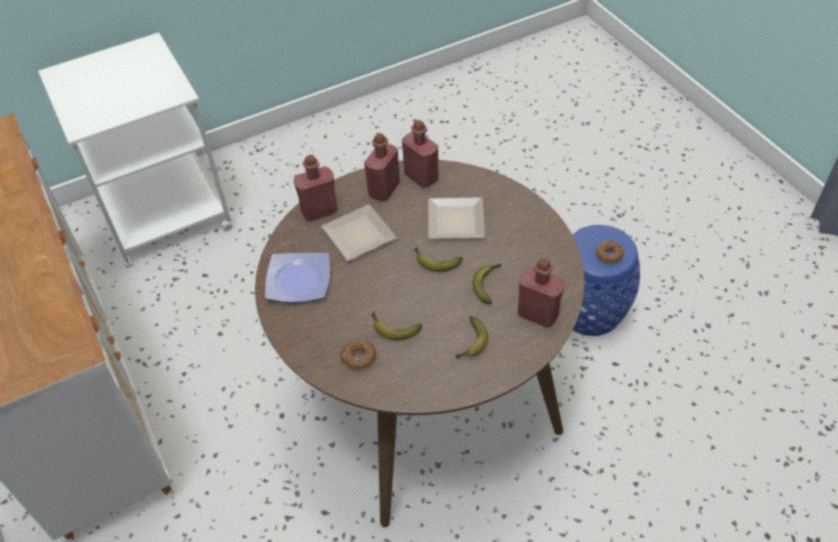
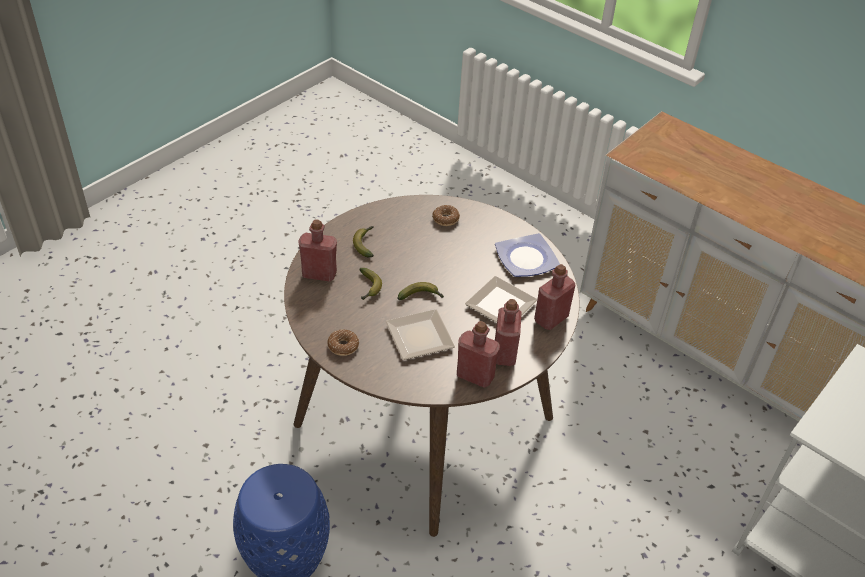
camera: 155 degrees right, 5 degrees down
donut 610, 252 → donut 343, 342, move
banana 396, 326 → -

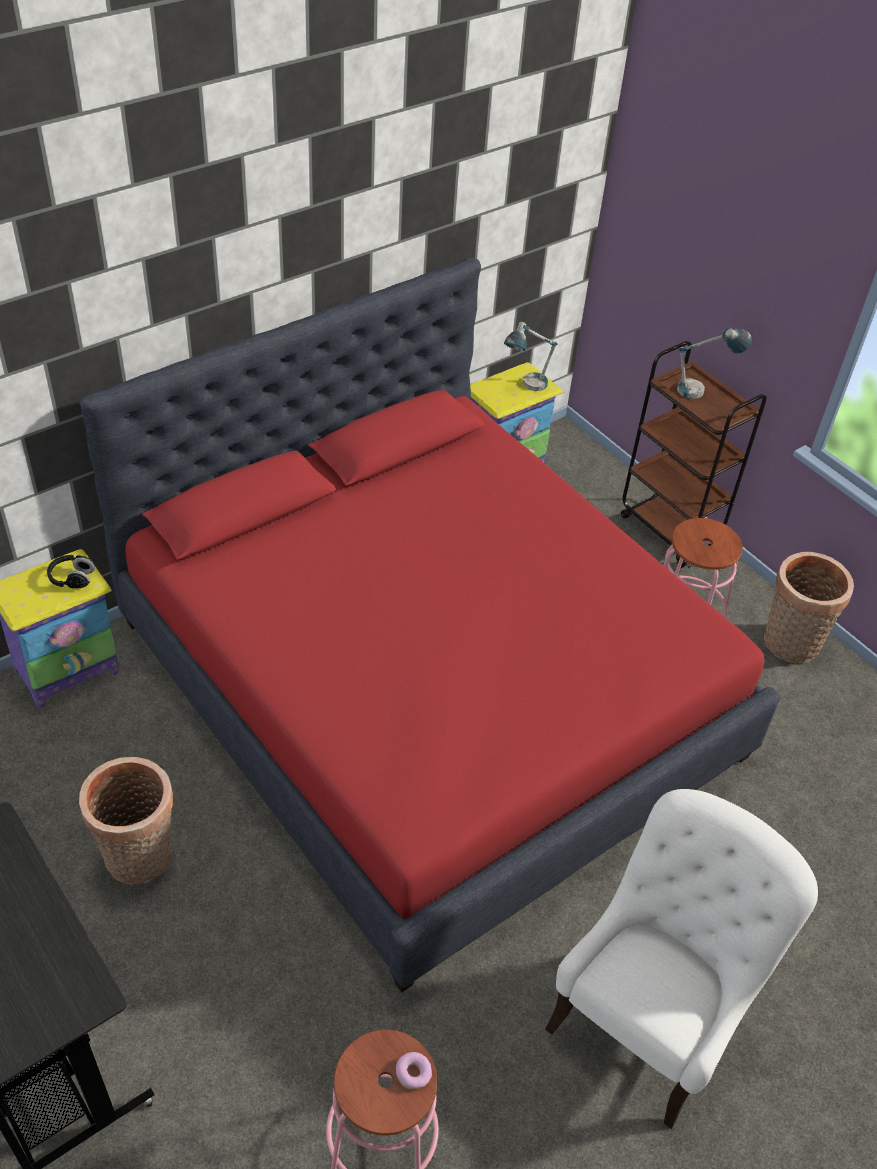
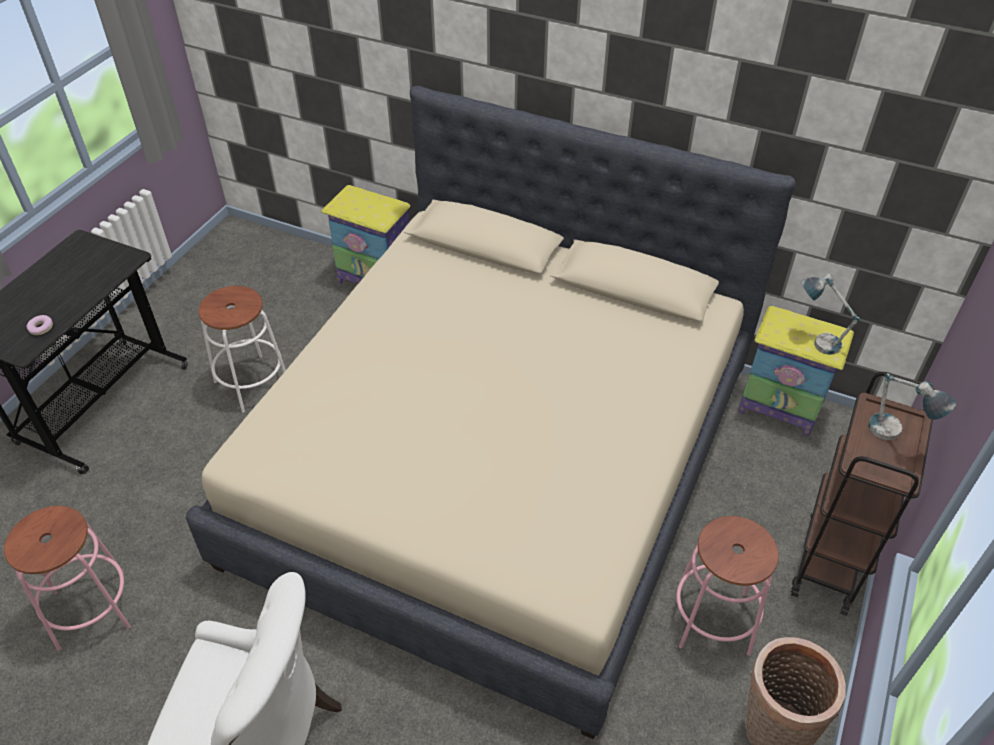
camera: 65 degrees right, 0 degrees up
donut 414, 1070 → donut 39, 325, move
red bed 430, 625 → beige-coloured bed 491, 412
basket 126, 820 → white-coloured sitting stool 242, 349
black pair of headphones 71, 571 → -

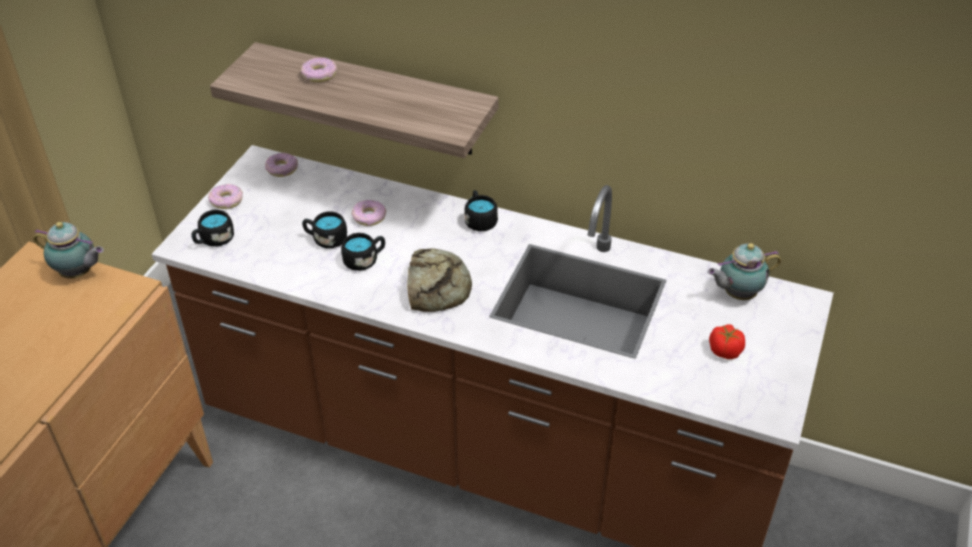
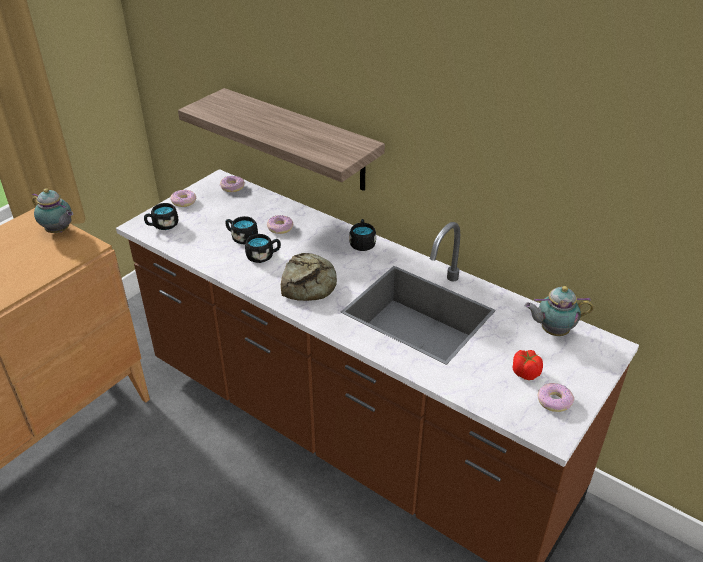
camera: 15 degrees right, 5 degrees down
donut 319, 69 → donut 555, 397, move

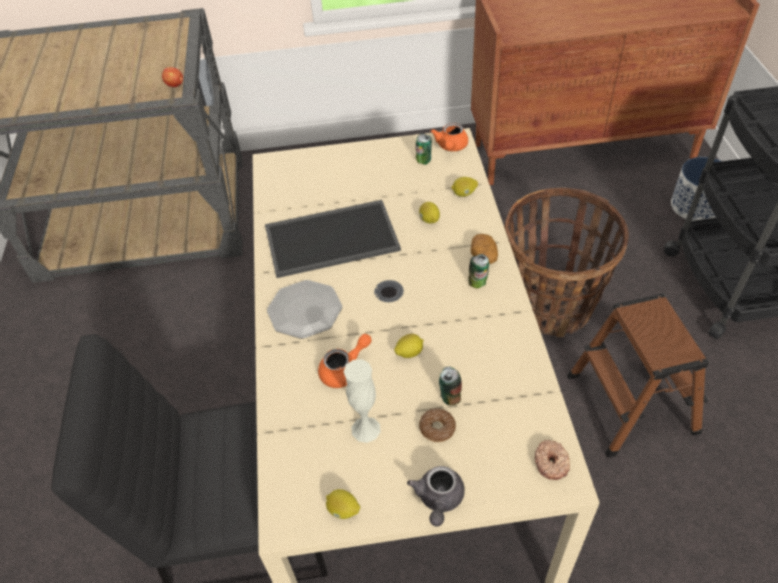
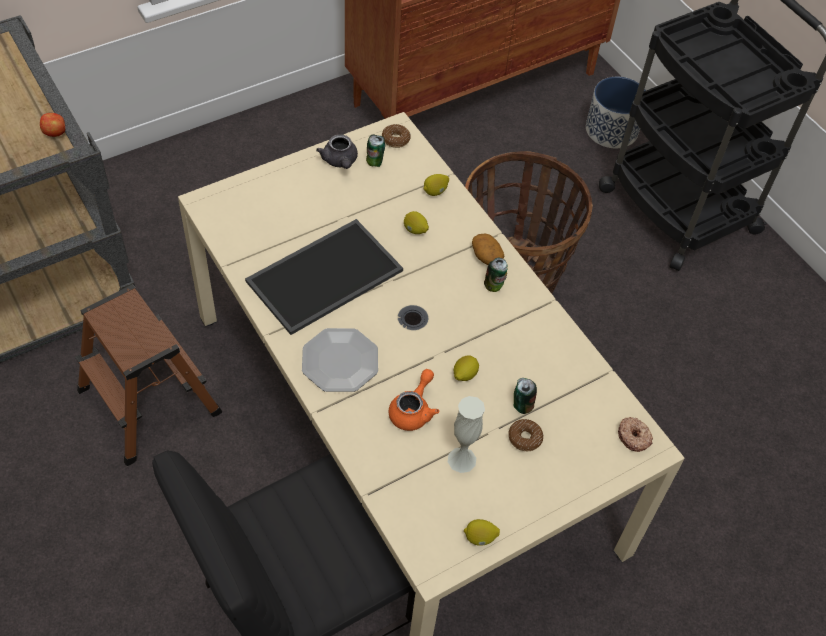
camera: 30 degrees left, 5 degrees up
brown stepladder 638, 375 → brown stepladder 148, 375, move
greyish pot for tea 436, 496 → greyish pot for tea 337, 151, move
orangey pot for tea 449, 137 → donut 396, 136

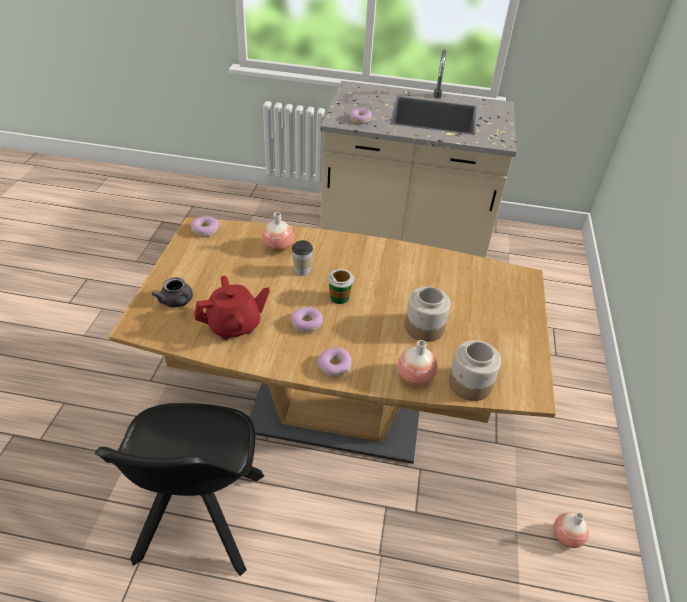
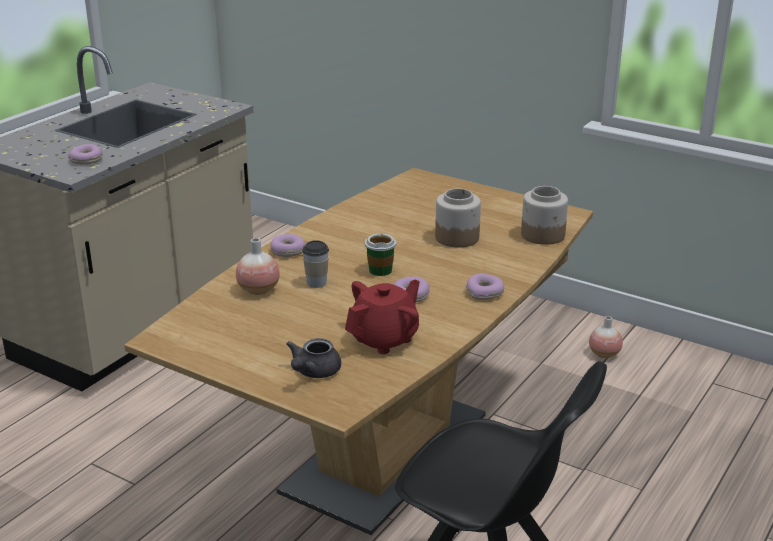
camera: 65 degrees left, 15 degrees down
donut 205, 226 → donut 288, 245, move
greyish pot for tea 172, 292 → greyish pot for tea 313, 358, 120 degrees clockwise
red pot for tea 232, 308 → red pot for tea 382, 316, 45 degrees clockwise
flower vase 417, 363 → -

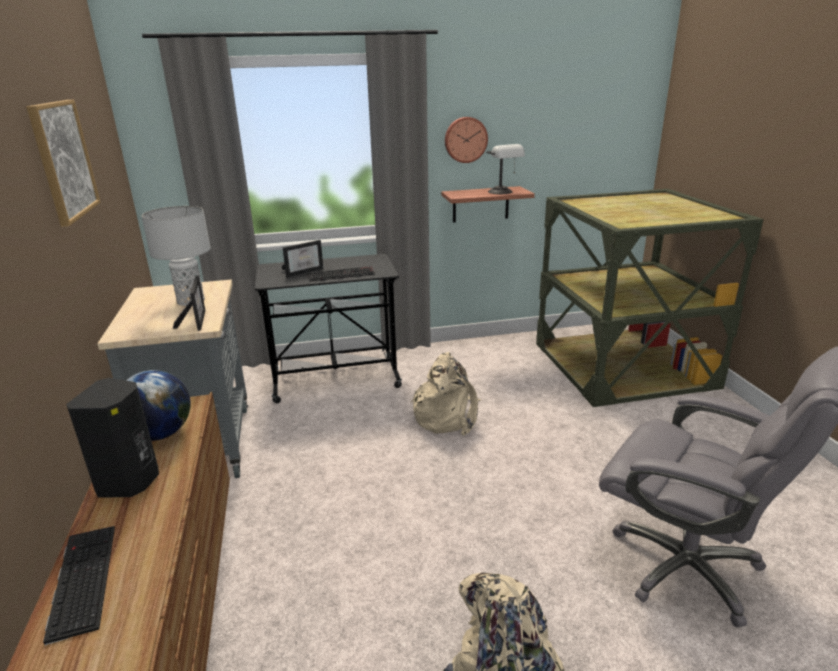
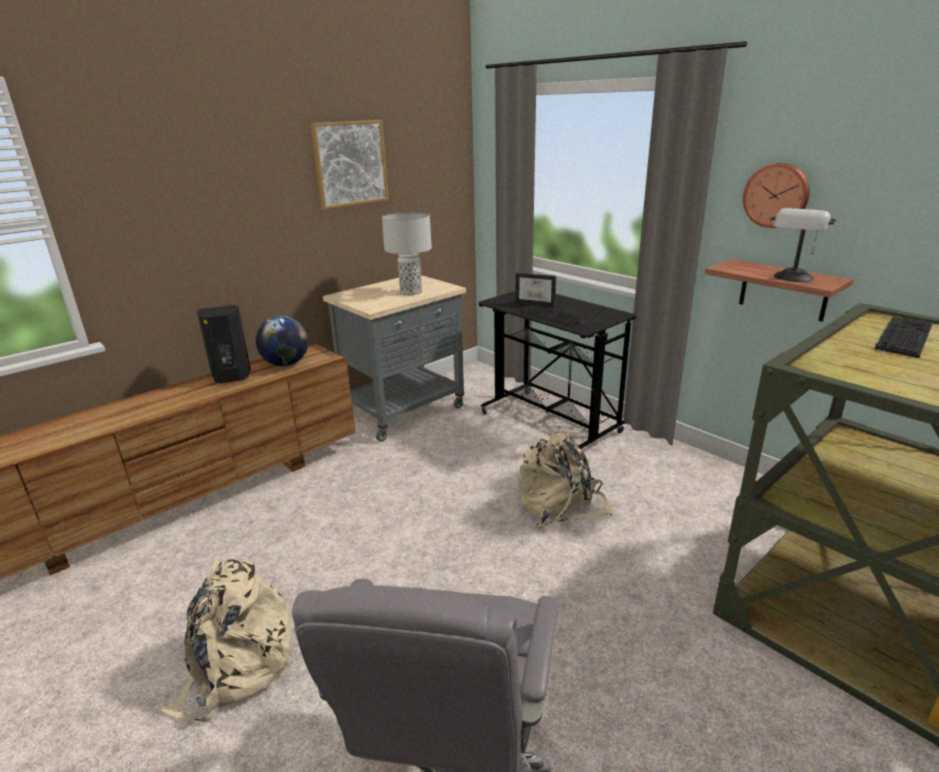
camera: 60 degrees right, 0 degrees up
PC keyboard 79, 585 → PC keyboard 904, 337, move
standing frame 189, 303 → -

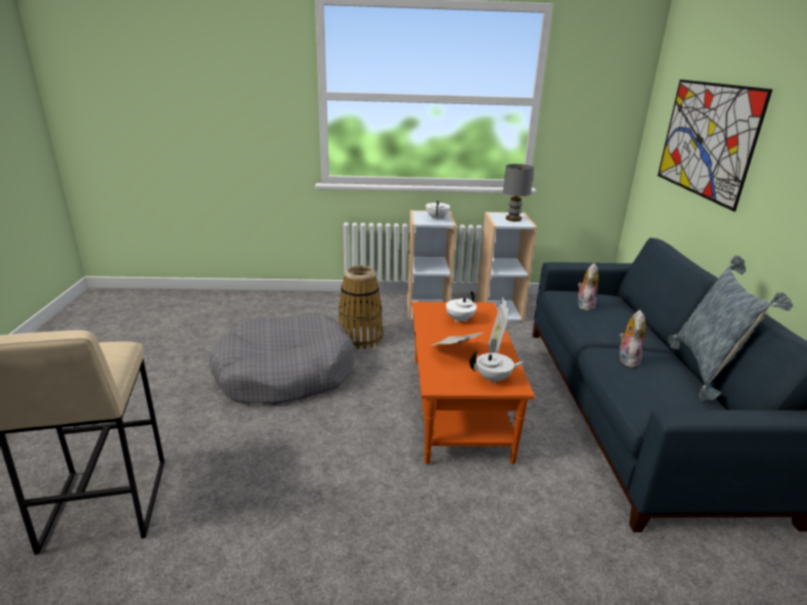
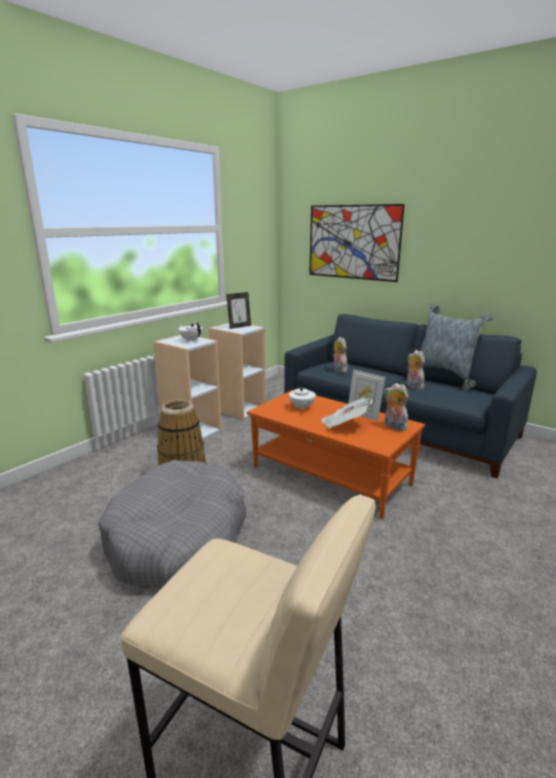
camera: 50 degrees left, 5 degrees down
greyish lamp for a table 518, 192 → standing frame 238, 310
white-coloured pot for tea 496, 368 → plush toy 396, 407

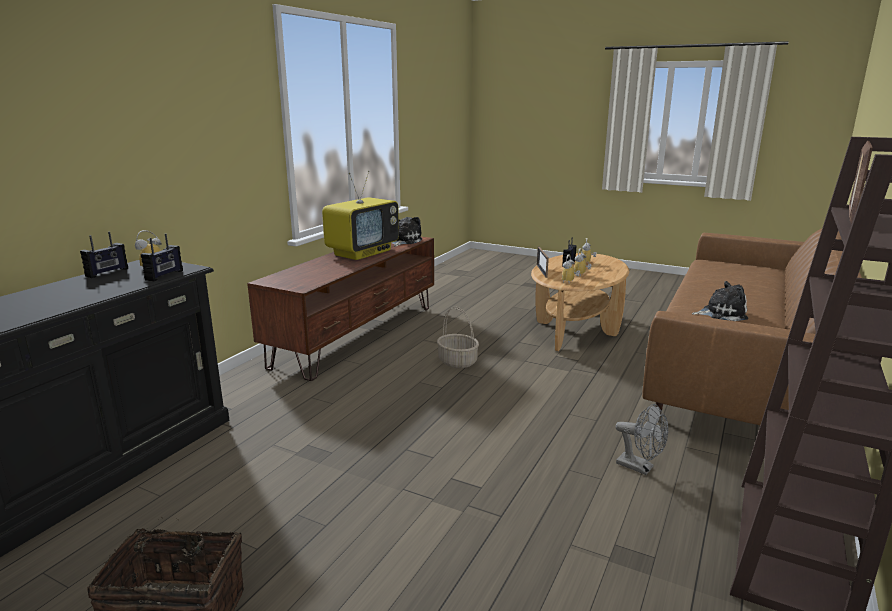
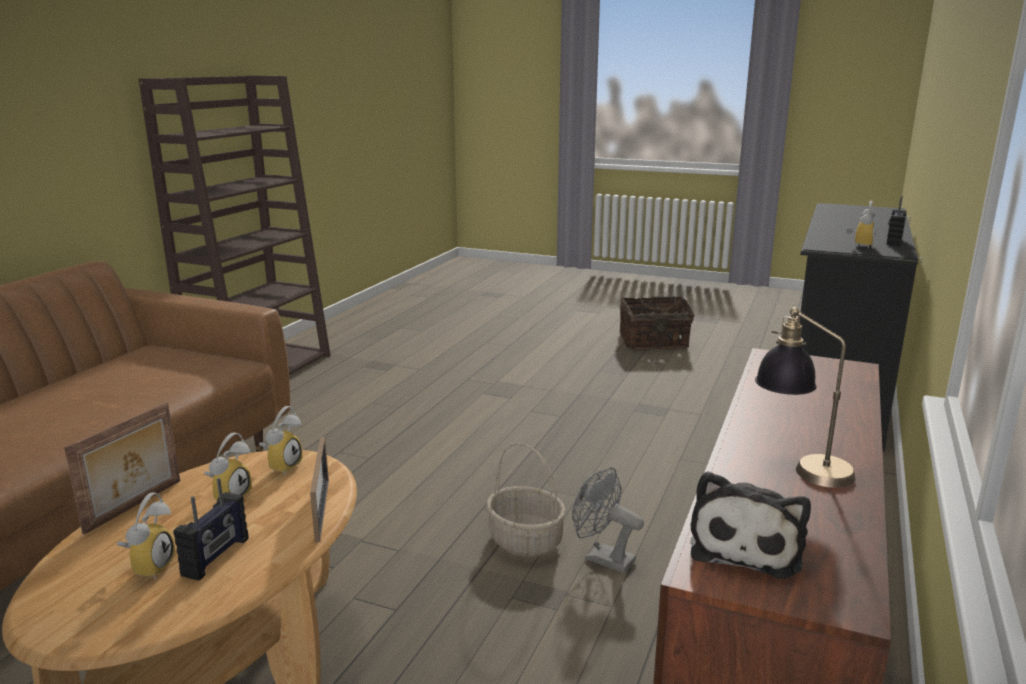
camera: 175 degrees right, 0 degrees up
standing frame 861, 183 → standing frame 122, 468, move
greyish electric fan 641, 439 → greyish electric fan 608, 520, move
television 360, 215 → lamp for a table 805, 397
radio set 162, 257 → -
plush toy 720, 301 → -

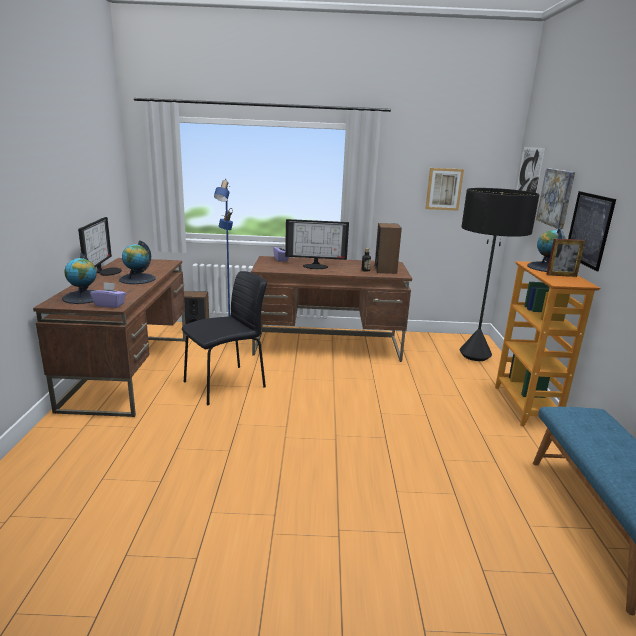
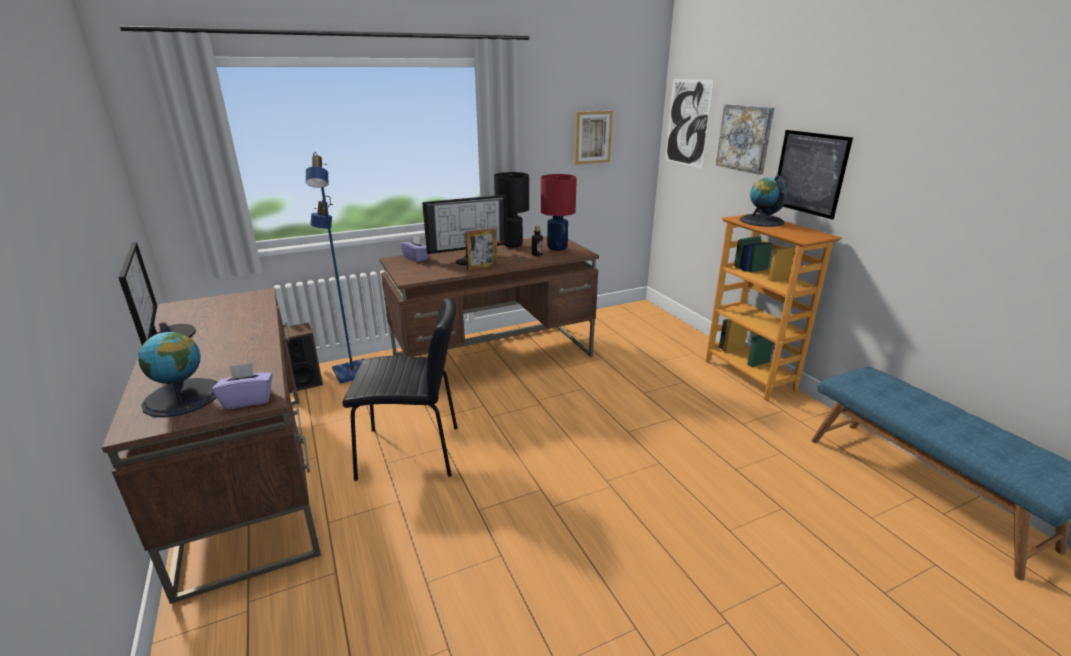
camera: 25 degrees left, 5 degrees up
black chair 224, 338 → black chair 400, 389, 60 degrees clockwise
standing frame 566, 258 → standing frame 481, 249, move
- → black lamp for a table 511, 210
audio speaker 388, 248 → red lamp for a table 559, 212
globe 137, 262 → -
black floor lamp 499, 274 → -

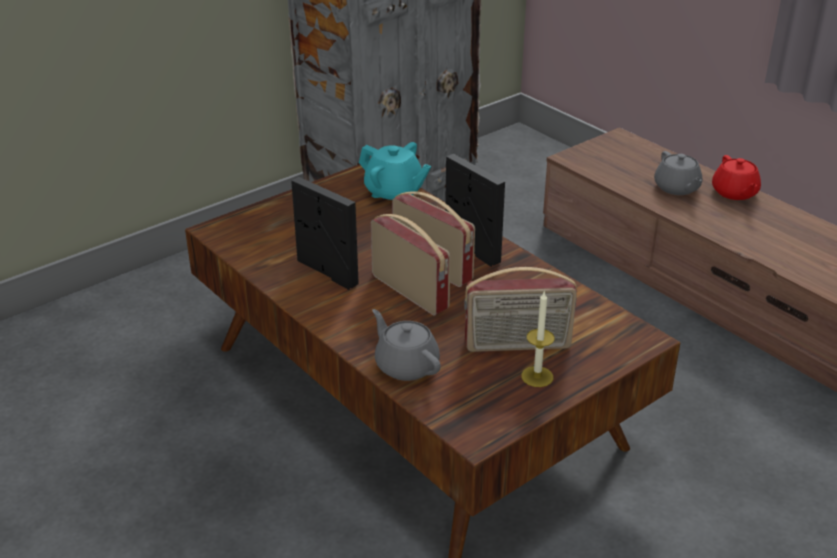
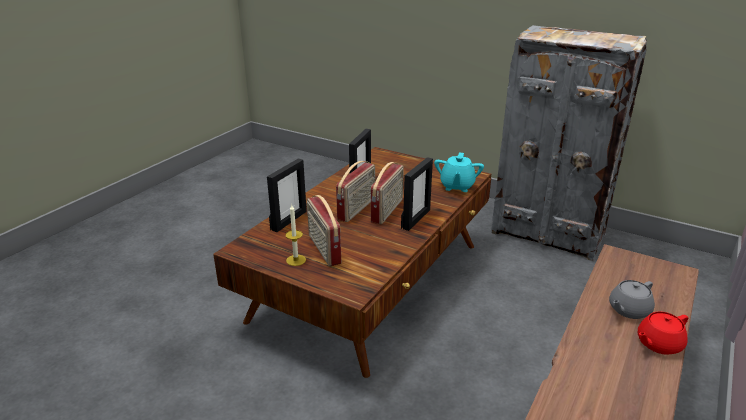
camera: 70 degrees right, 5 degrees down
greyish pot for tea 406, 345 → standing frame 287, 195

